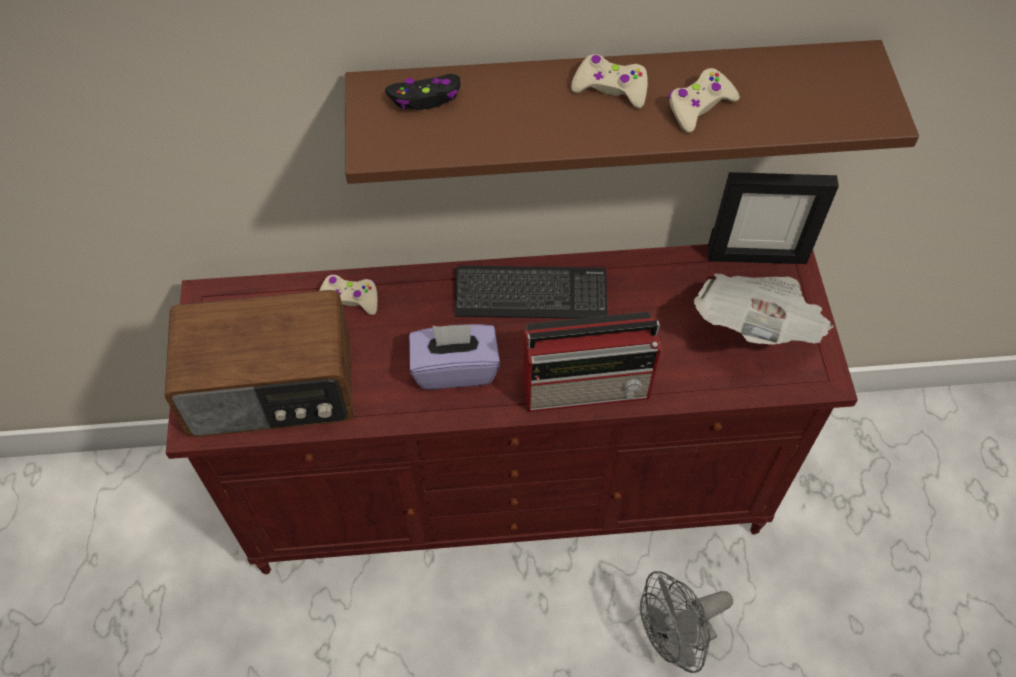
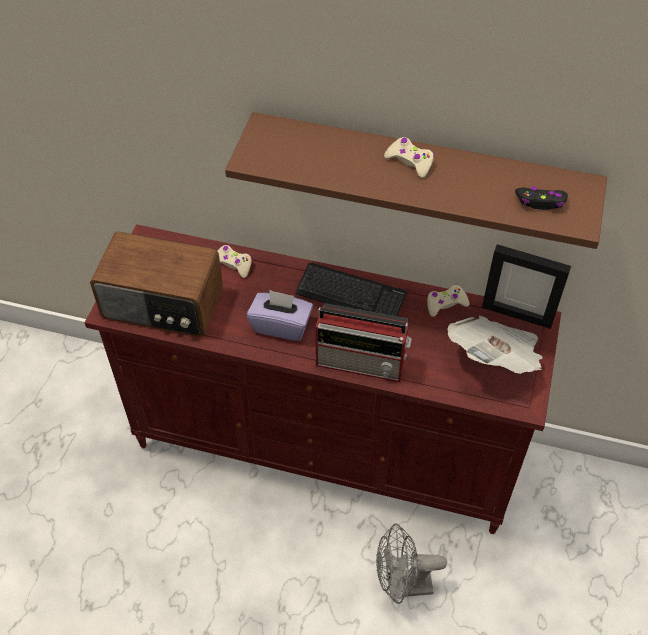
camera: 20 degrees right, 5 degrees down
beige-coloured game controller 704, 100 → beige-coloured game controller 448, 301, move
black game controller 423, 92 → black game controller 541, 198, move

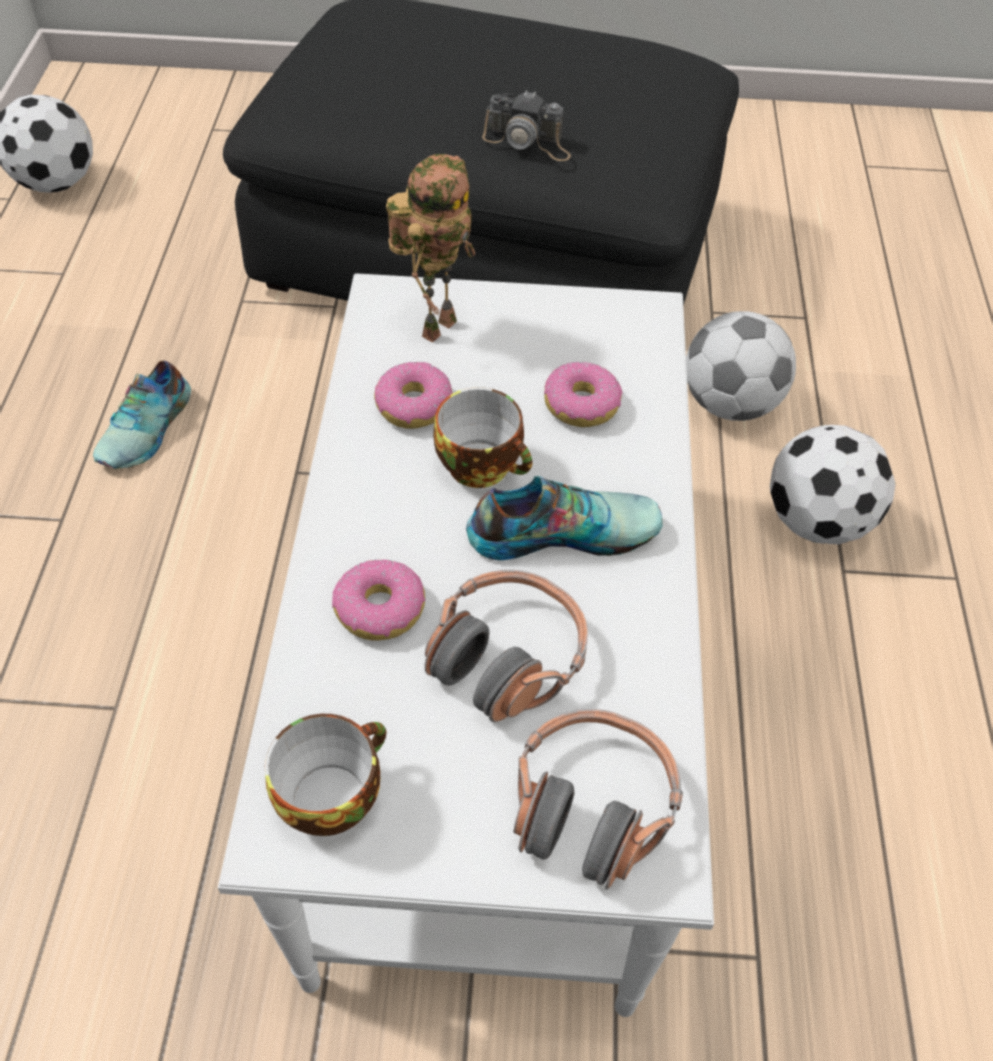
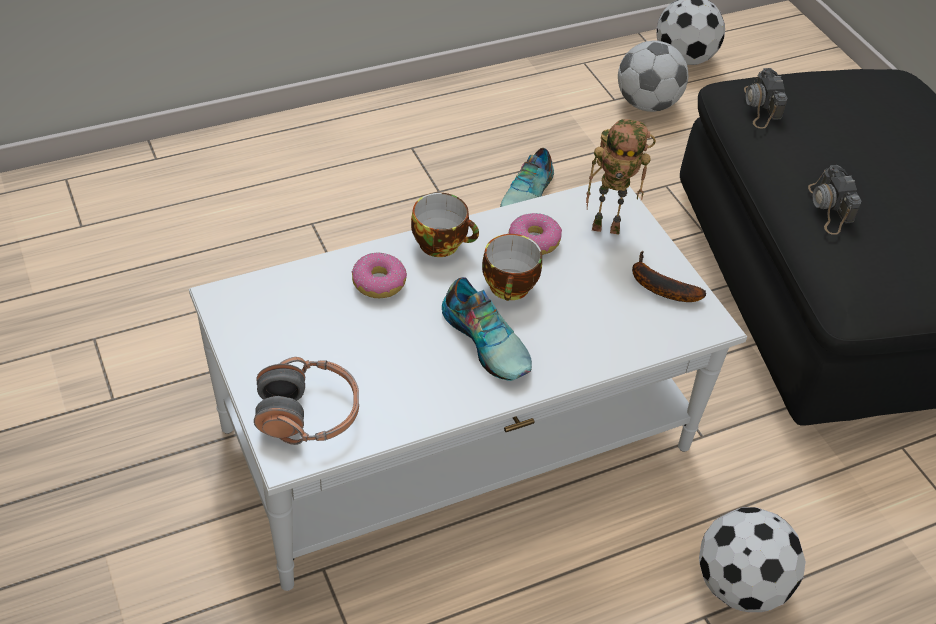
camera: 60 degrees right, 5 degrees down
cup 325, 775 → cup 445, 225, move
low shoe 142, 414 → low shoe 527, 177, 60 degrees counterclockwise
football ball 741, 366 → football ball 653, 76, move
- → banana 669, 276
- → still camera 766, 98
pair of headphones 506, 646 → -
donut 583, 394 → -

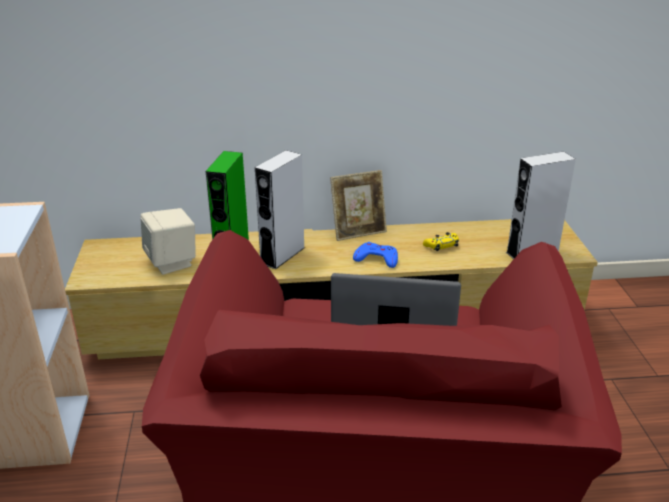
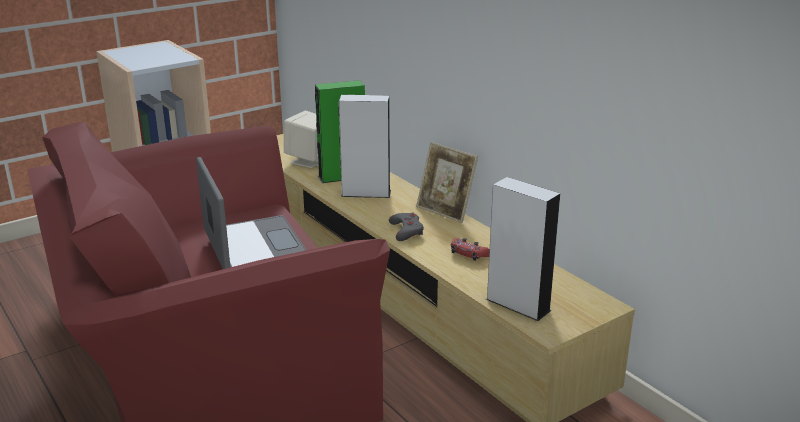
camera: 60 degrees right, 5 degrees down
bluish game controller 375, 255 → greyish game controller 406, 227
yellow game controller 441, 241 → red game controller 470, 249

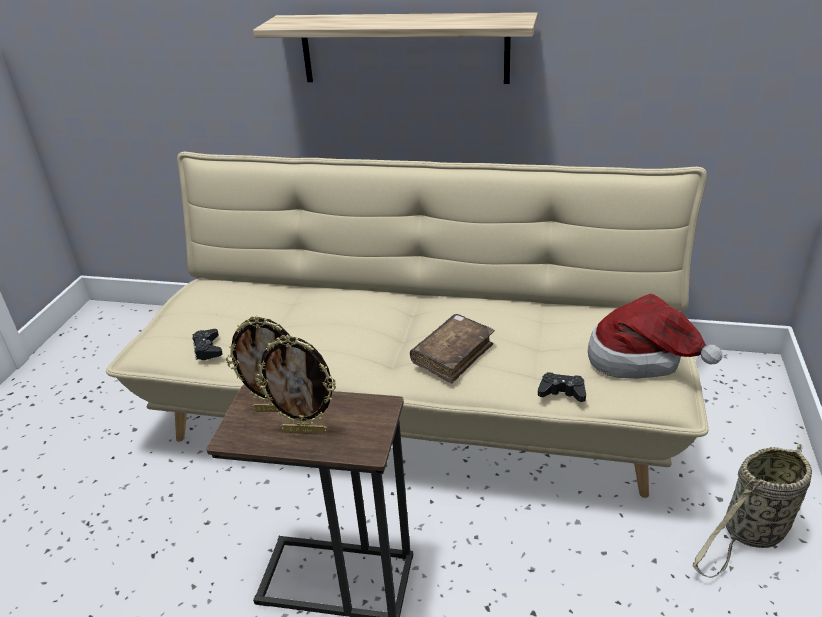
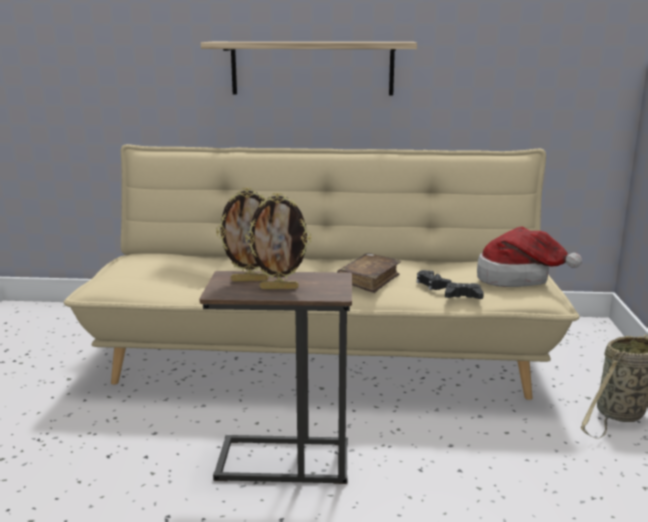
camera: 10 degrees left, 15 degrees down
black game controller 207, 344 → black game controller 434, 280, move

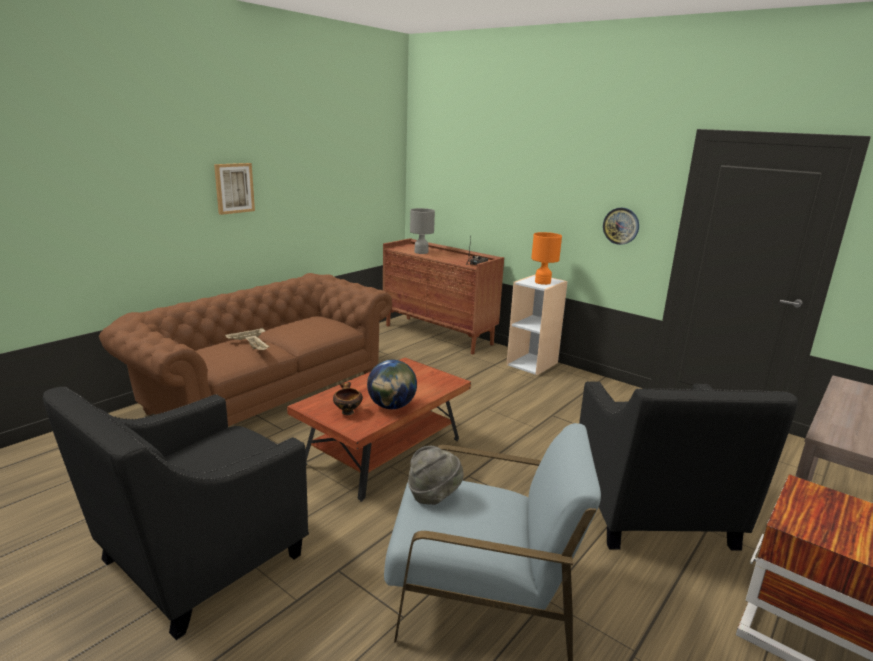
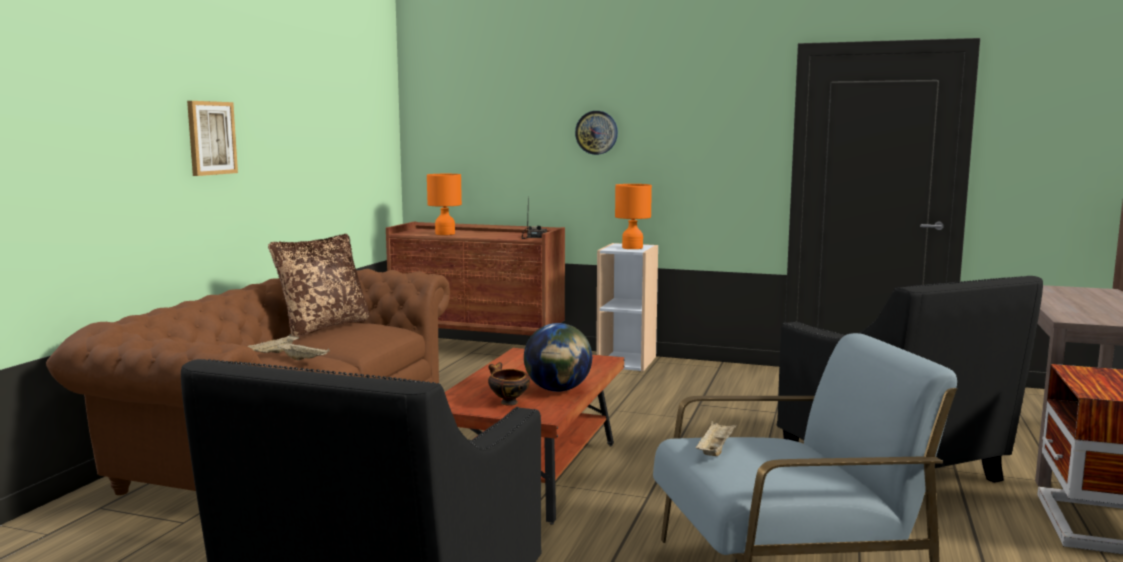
camera: 20 degrees left, 10 degrees down
- → brown cushion 318, 285
greyish lamp for a table 422, 231 → orangey lamp for a table 444, 204
wall clock 621, 226 → wall clock 596, 133, move
greyish wearable hat 436, 475 → beige-coloured serving tray 716, 438

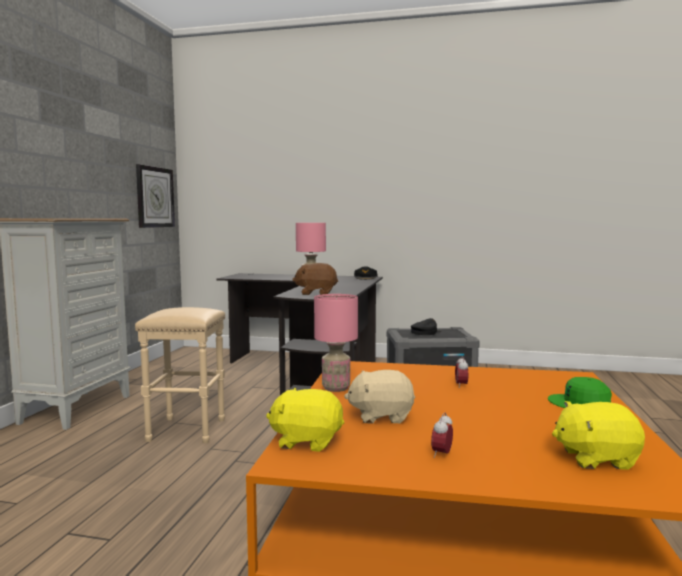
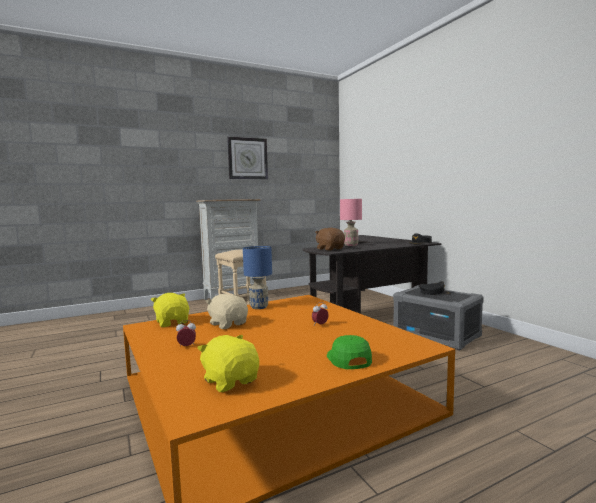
camera: 50 degrees right, 0 degrees up
wall clock 155, 196 → wall clock 247, 158, move
pink-coloured lamp for a table 336, 343 → bluish lamp for a table 257, 277

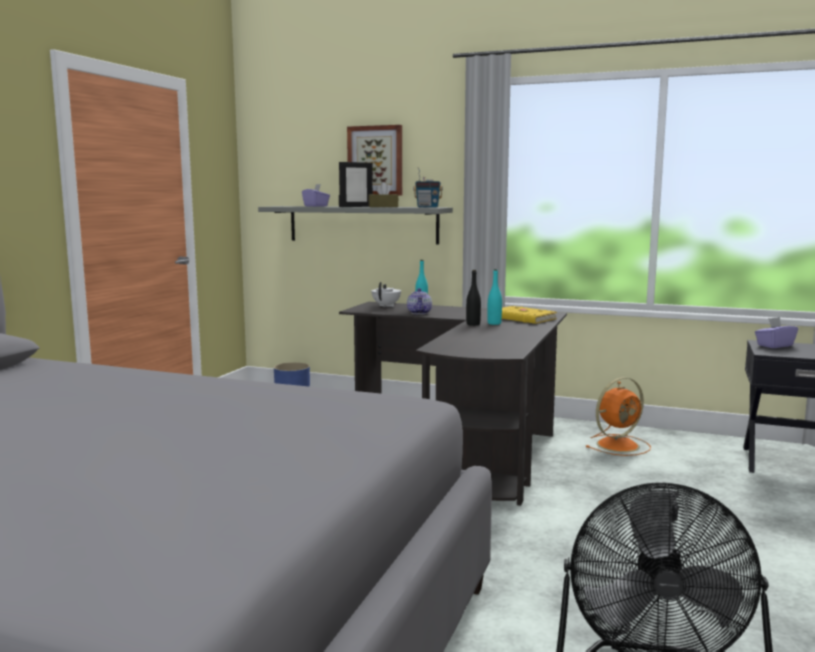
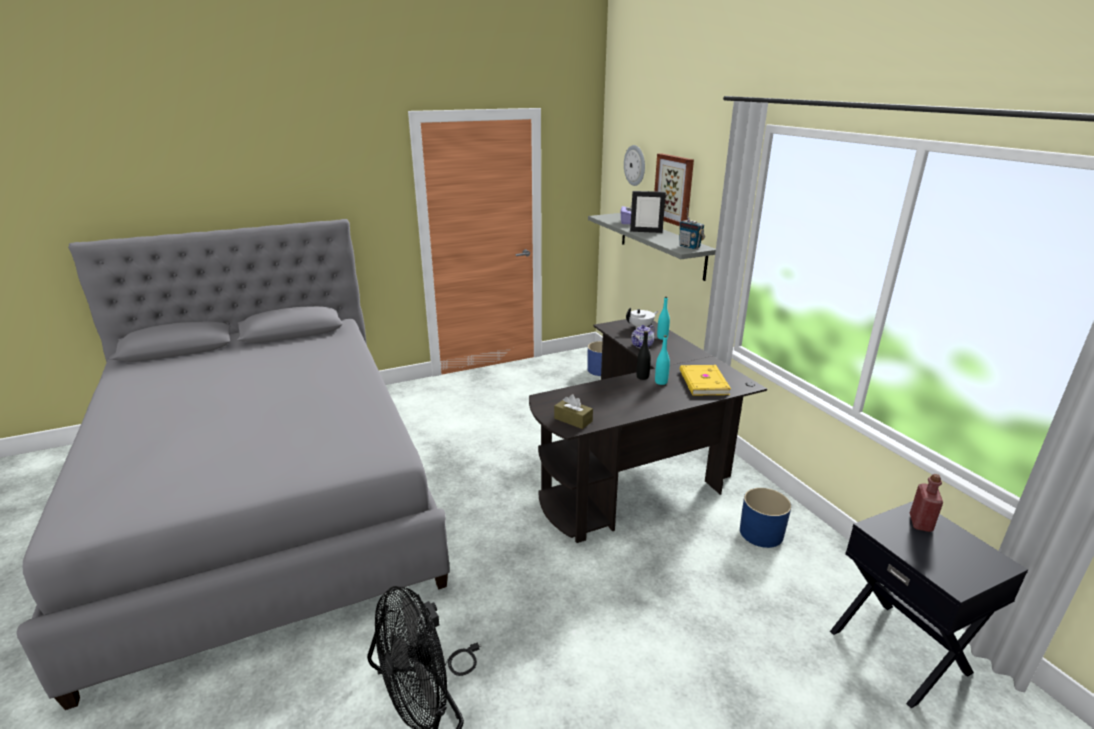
camera: 45 degrees right, 15 degrees up
brown box of tissues 383, 194 → brown box of tissues 573, 411, move
- → wall clock 634, 165
orangey electric fan 618, 416 → bluish flower pot 765, 518
purple-coloured box of tissues 776, 332 → red beverage bottle 926, 503

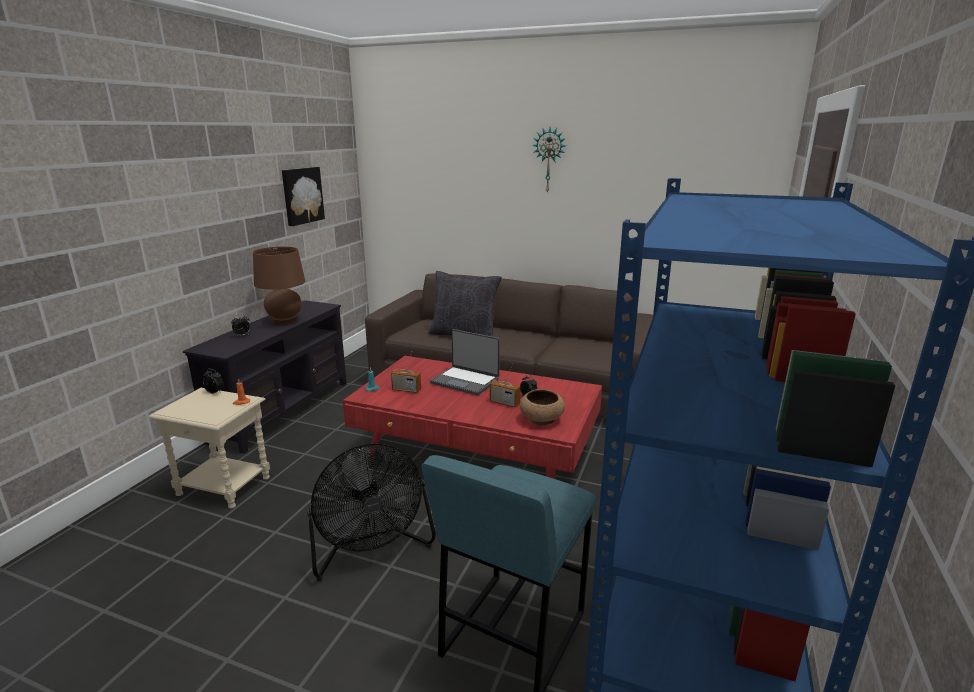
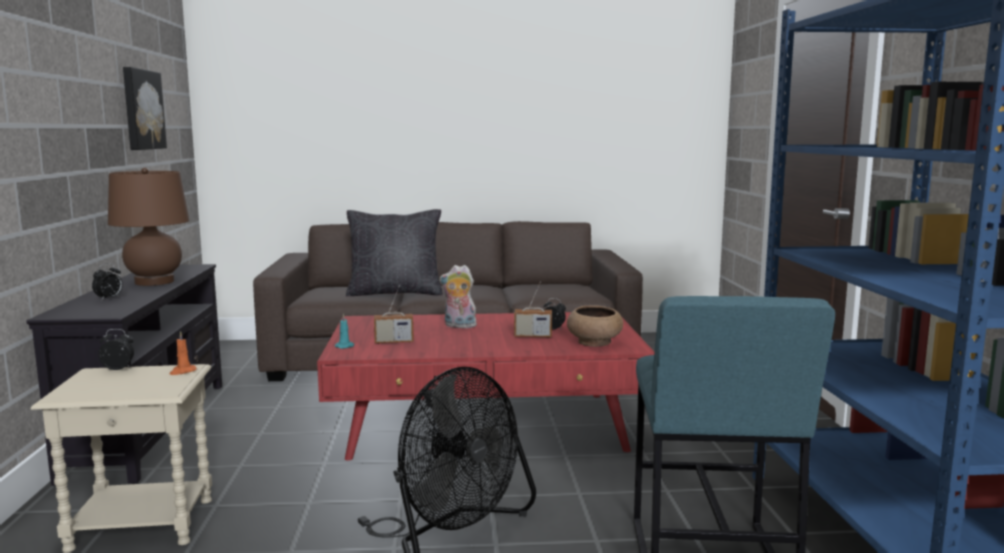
camera: 25 degrees left, 10 degrees down
laptop 465, 362 → plush toy 458, 296
wall clock 549, 161 → -

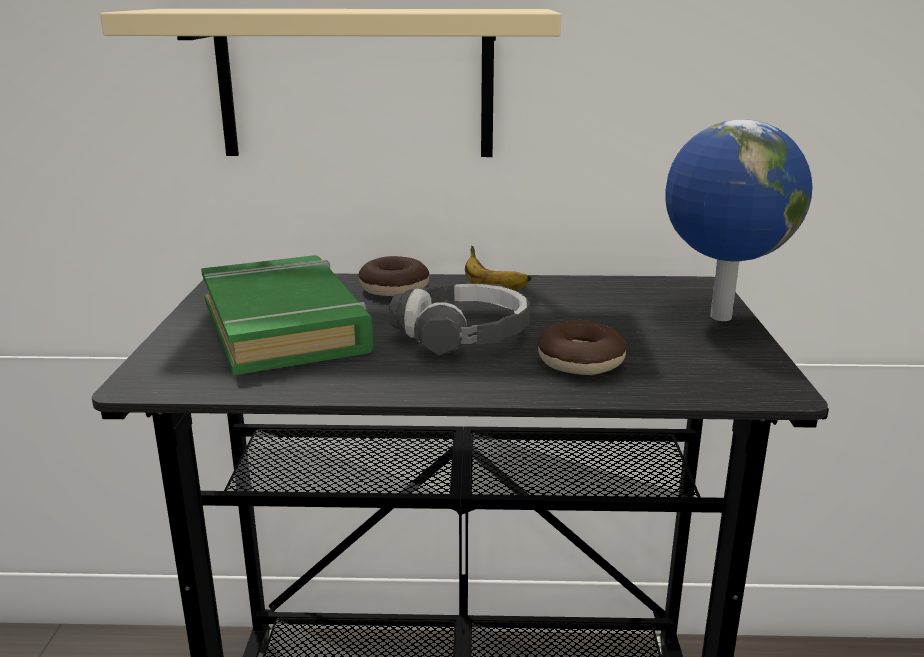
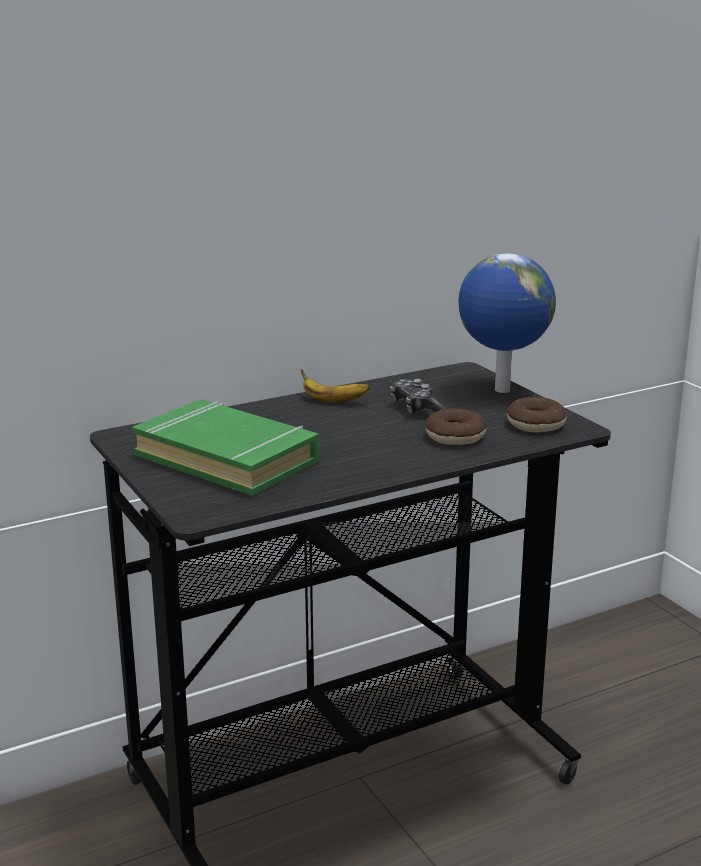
camera: 30 degrees left, 0 degrees up
- → game controller 418, 396
donut 394, 276 → donut 537, 414, move
beige-coloured bracket shelf 331, 83 → -
pair of headphones 459, 319 → -

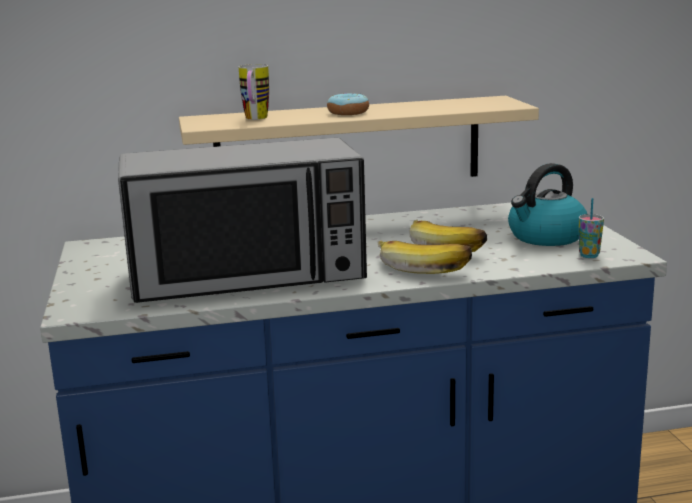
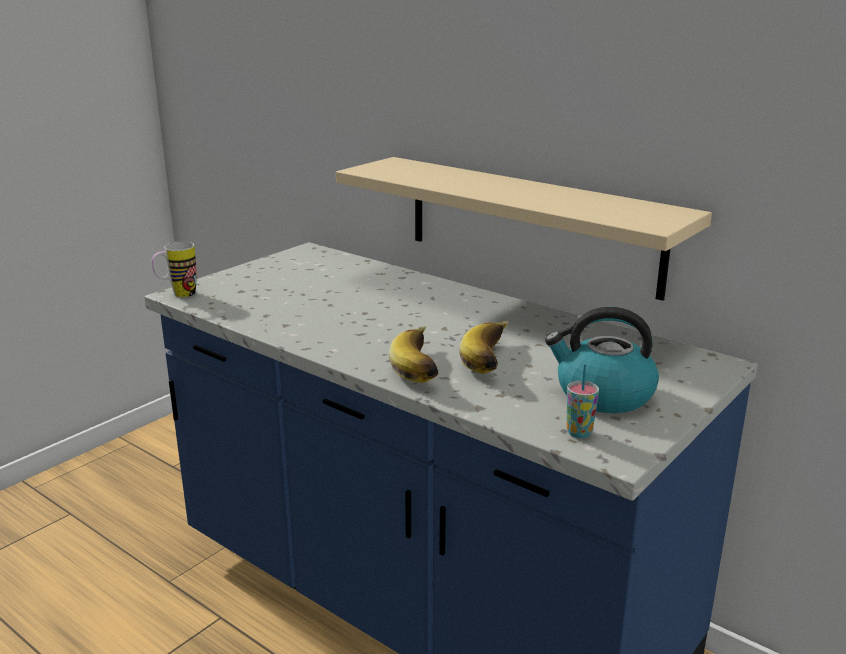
camera: 50 degrees right, 5 degrees up
mug 254, 92 → mug 174, 269, move
microwave oven 242, 220 → -
donut 348, 104 → -

